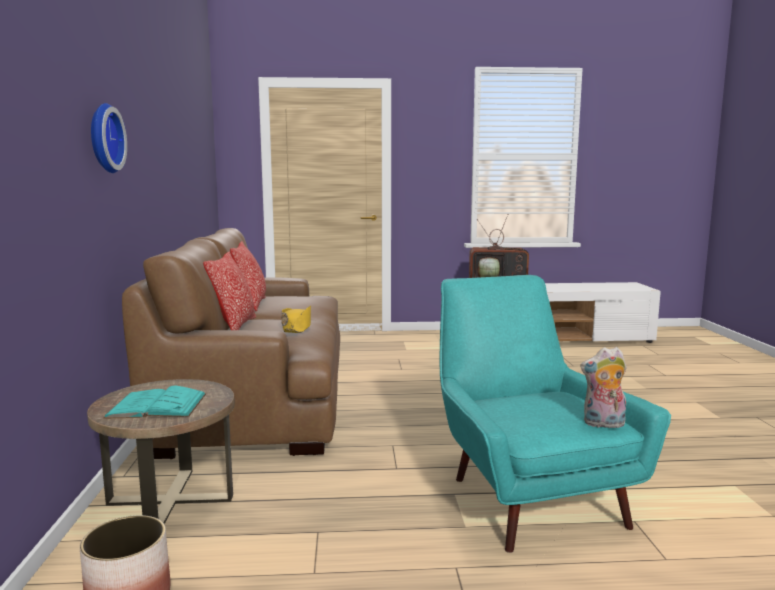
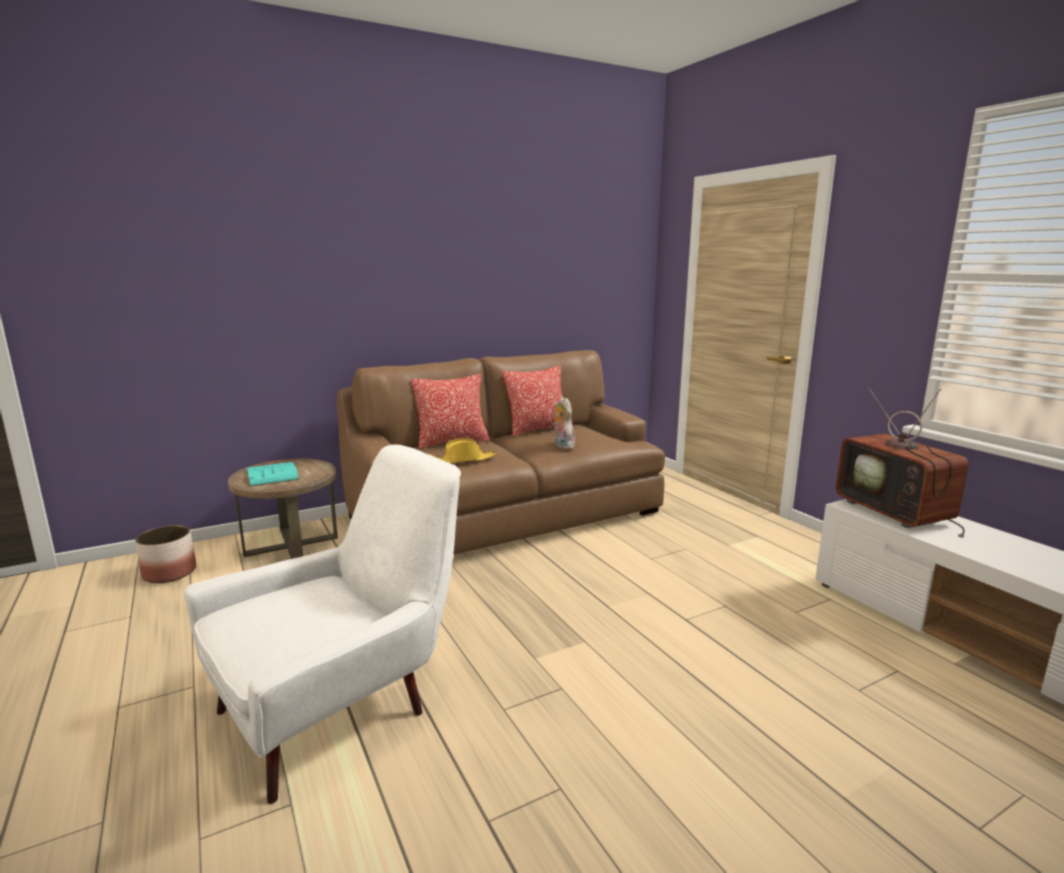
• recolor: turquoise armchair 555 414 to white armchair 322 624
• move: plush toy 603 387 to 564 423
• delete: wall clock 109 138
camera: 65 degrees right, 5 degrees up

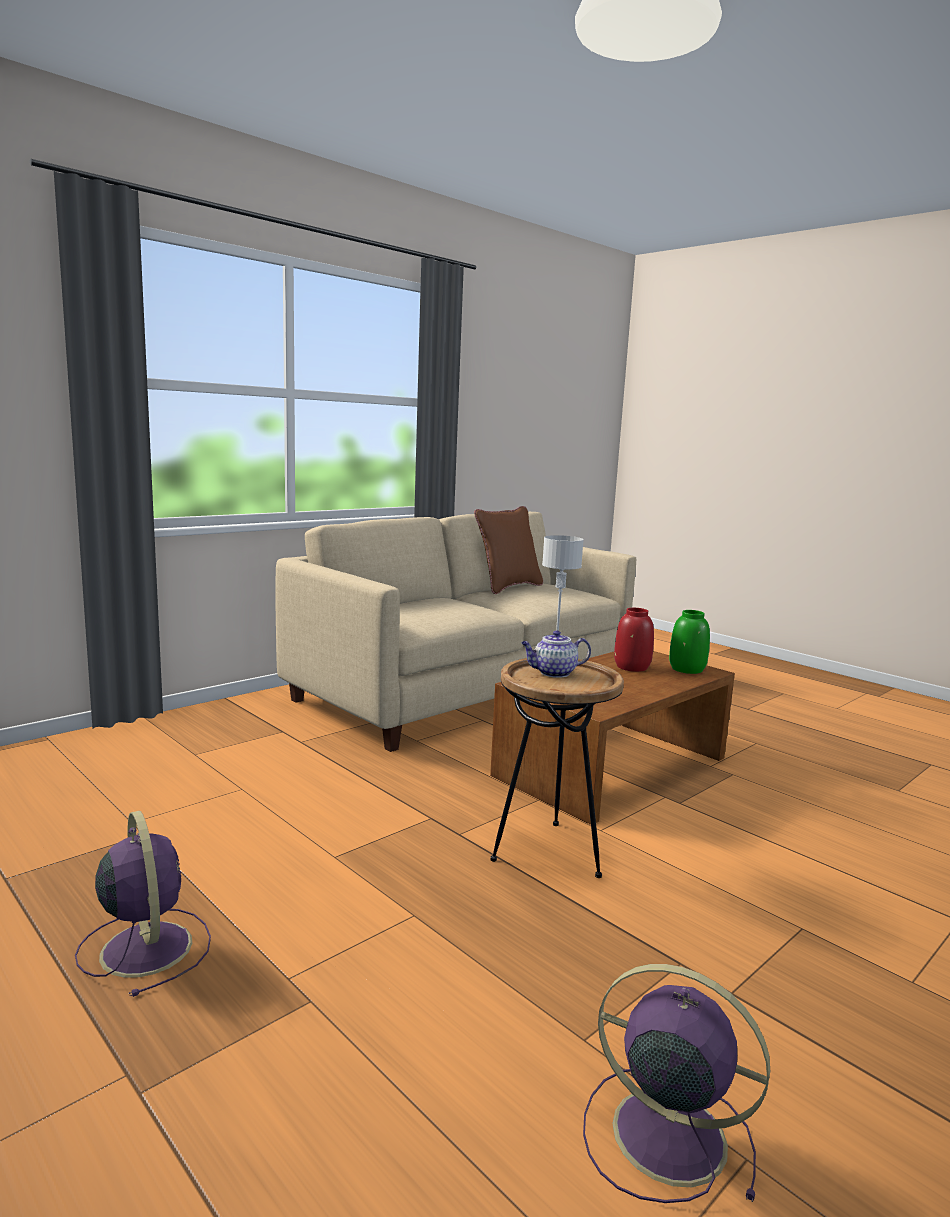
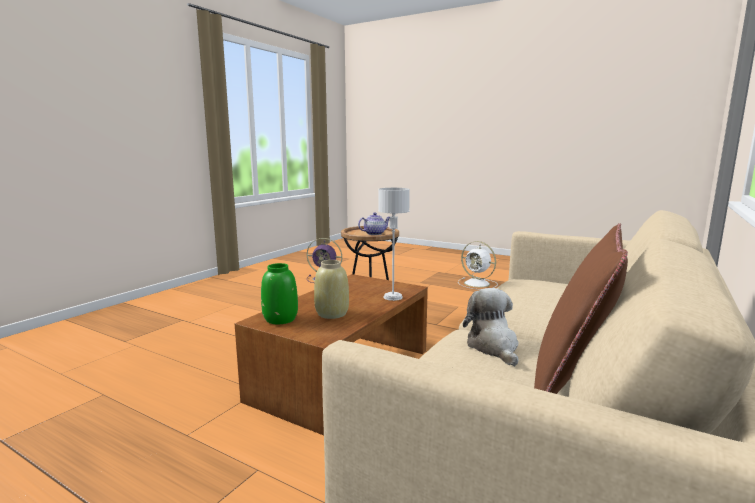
• recolor: red vase 634 640 to beige vase 331 289
• recolor: purple fan 143 904 to white fan 478 265
• insert: plush toy 491 327
camera: 165 degrees right, 0 degrees up

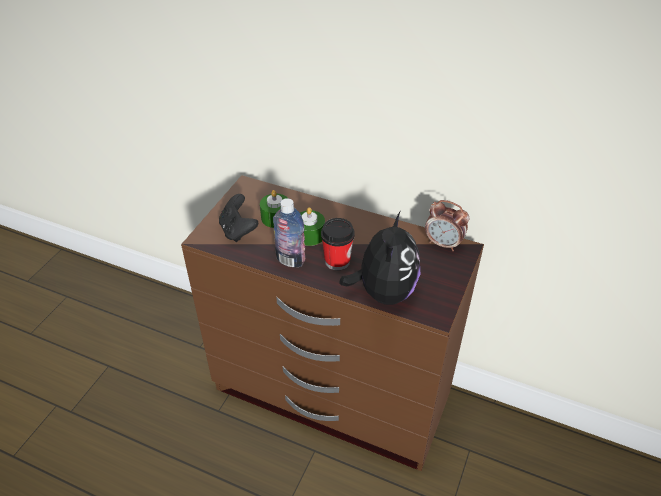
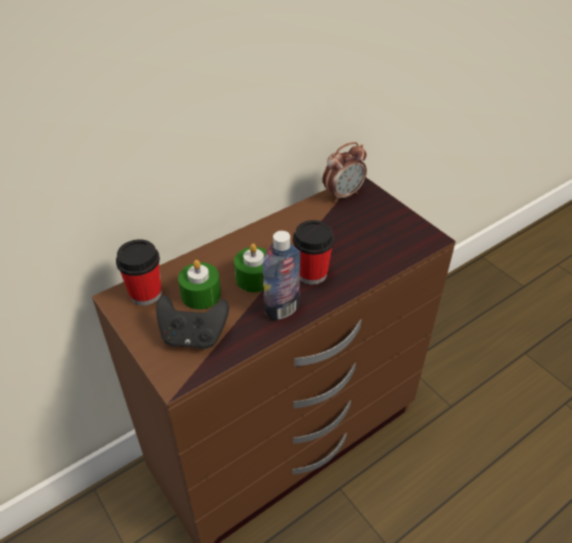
• insert: cup 139 273
• delete: plush toy 379 258
camera: 60 degrees left, 0 degrees up

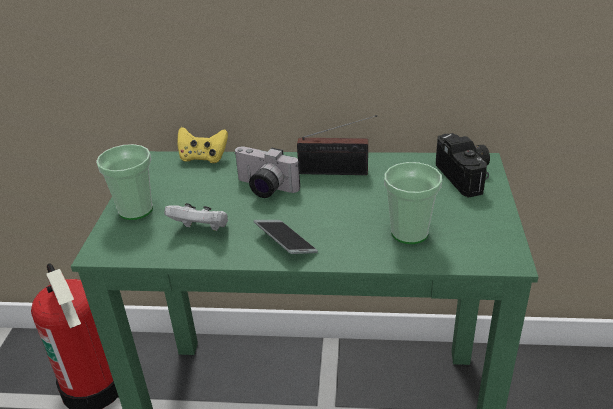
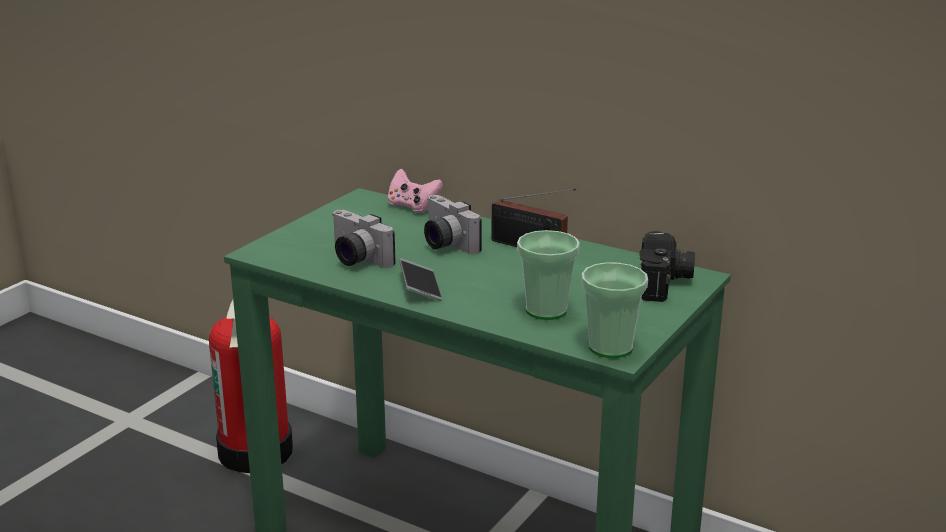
• replace: white game controller 196 217 to photo camera 364 239
• recolor: yellow game controller 203 145 to pink game controller 415 191
• move: cup 124 182 to 615 310
camera: 25 degrees right, 10 degrees down

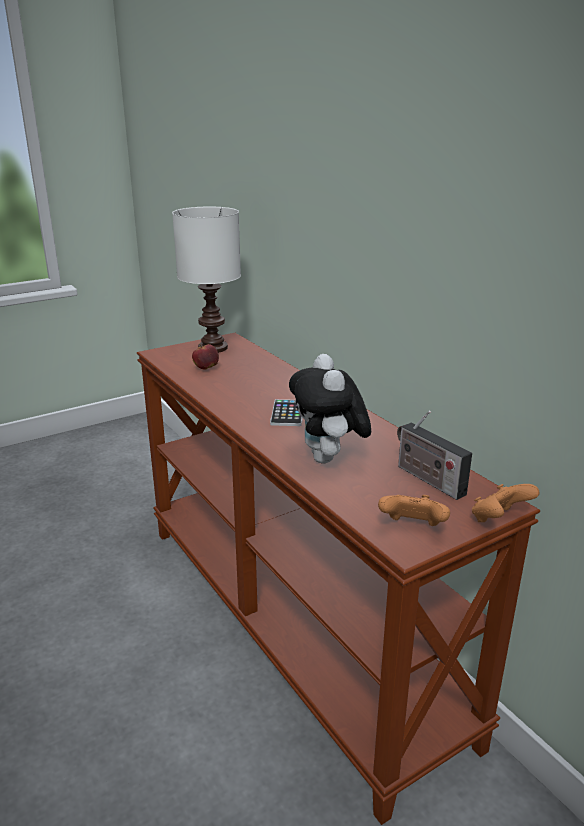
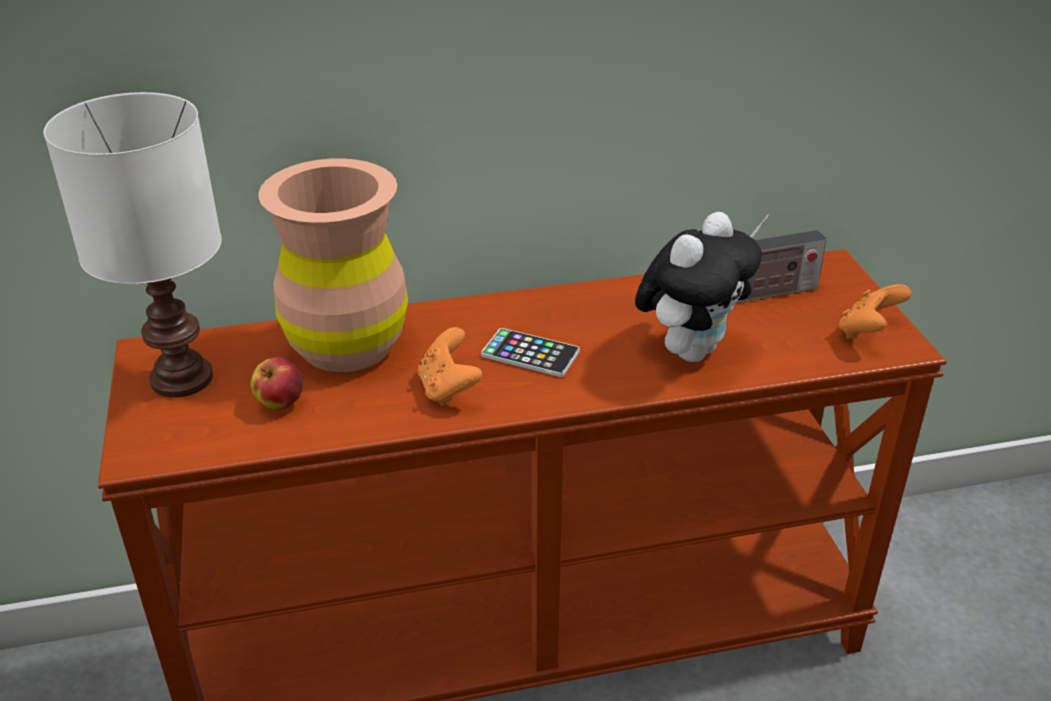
• insert: brown vase 333 265
• move: orange game controller 506 503 to 450 366
• rotate: plush toy 330 408 = 698 287 60 degrees counterclockwise
camera: 70 degrees left, 10 degrees up

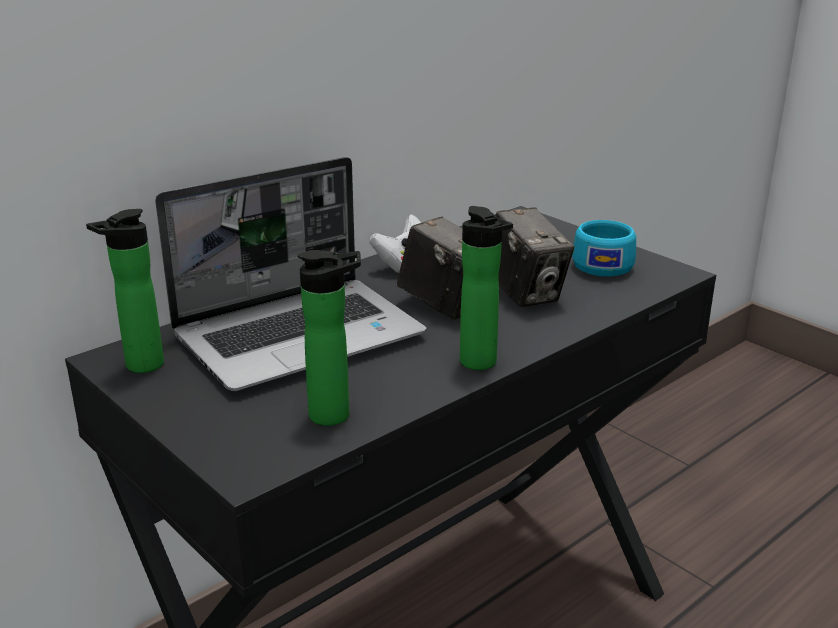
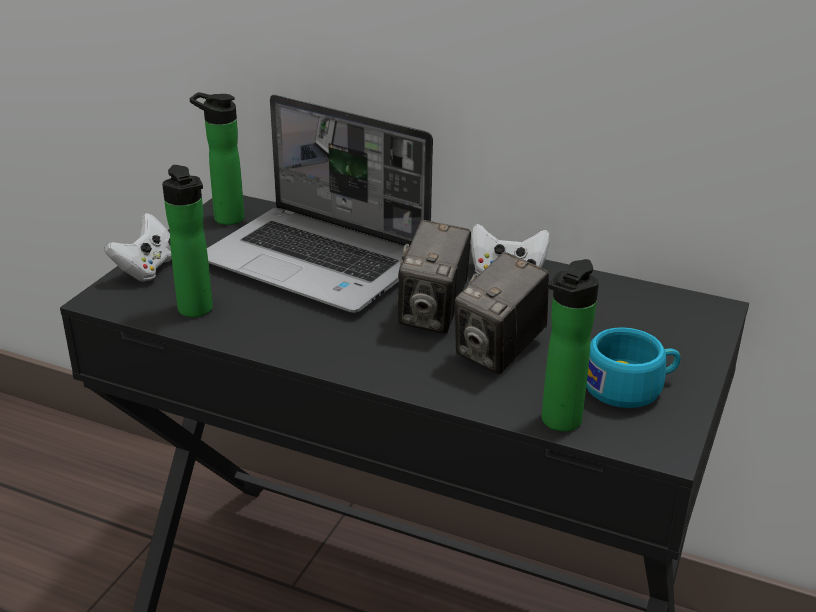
• insert: white game controller 138 247
• move: bottle 486 288 to 570 345
camera: 65 degrees right, 5 degrees up

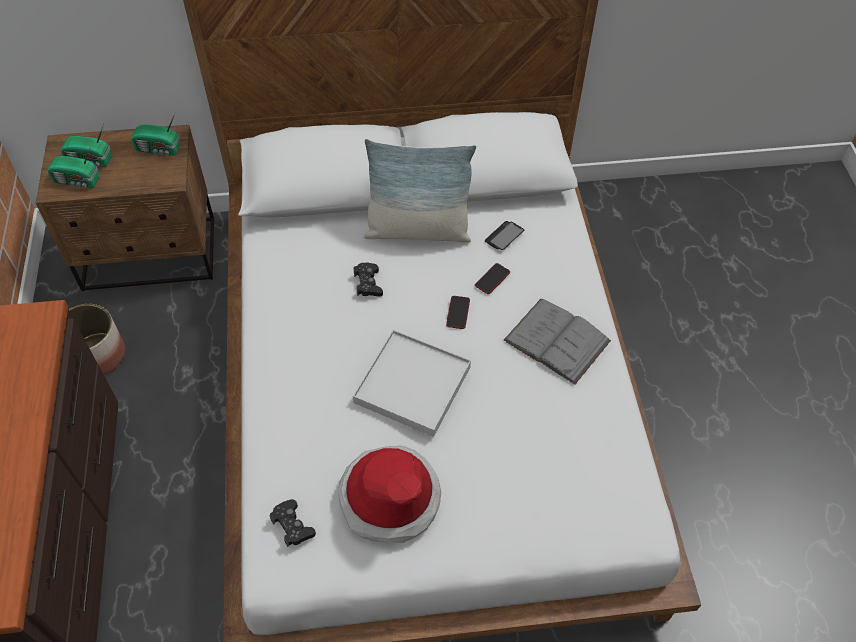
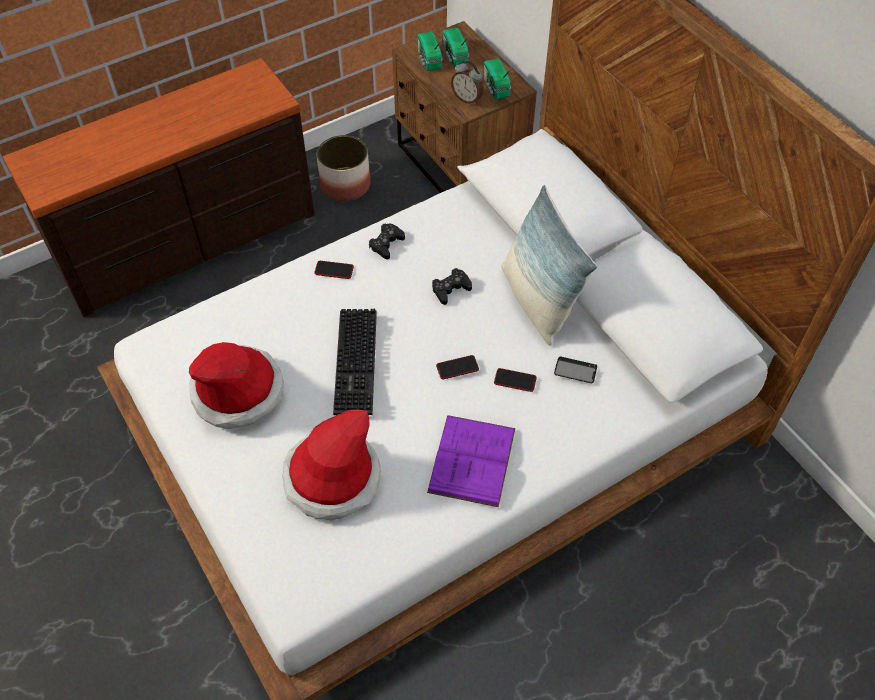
• insert: hat 332 464
• insert: phone 334 270
• replace: white tray 412 383 to keyboard 355 362
• move: black game controller 293 523 to 387 241
• recolor: grey book 557 342 to purple book 471 461
• insert: alarm clock 467 82
camera: 65 degrees right, 0 degrees up

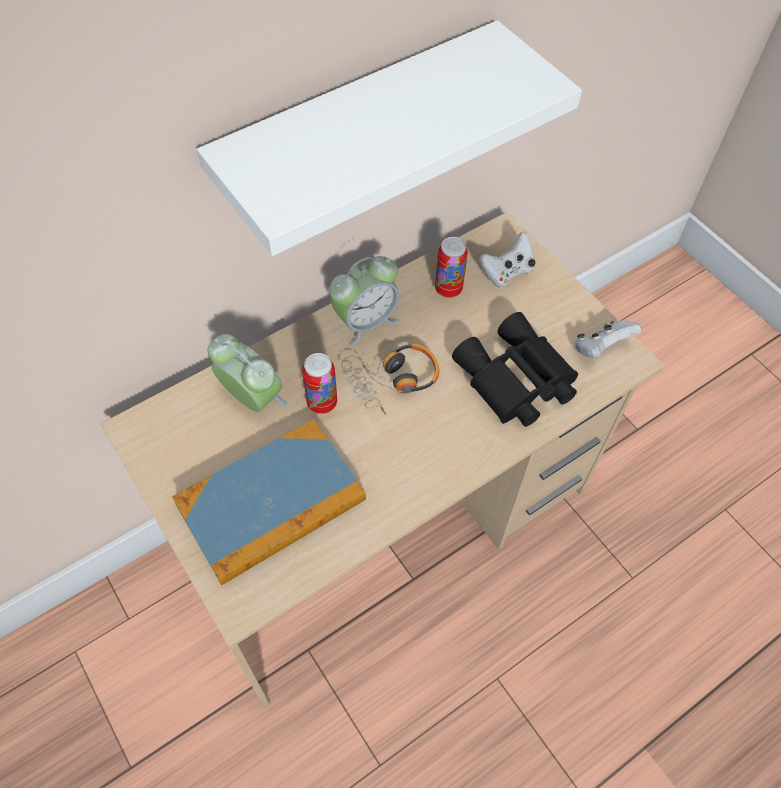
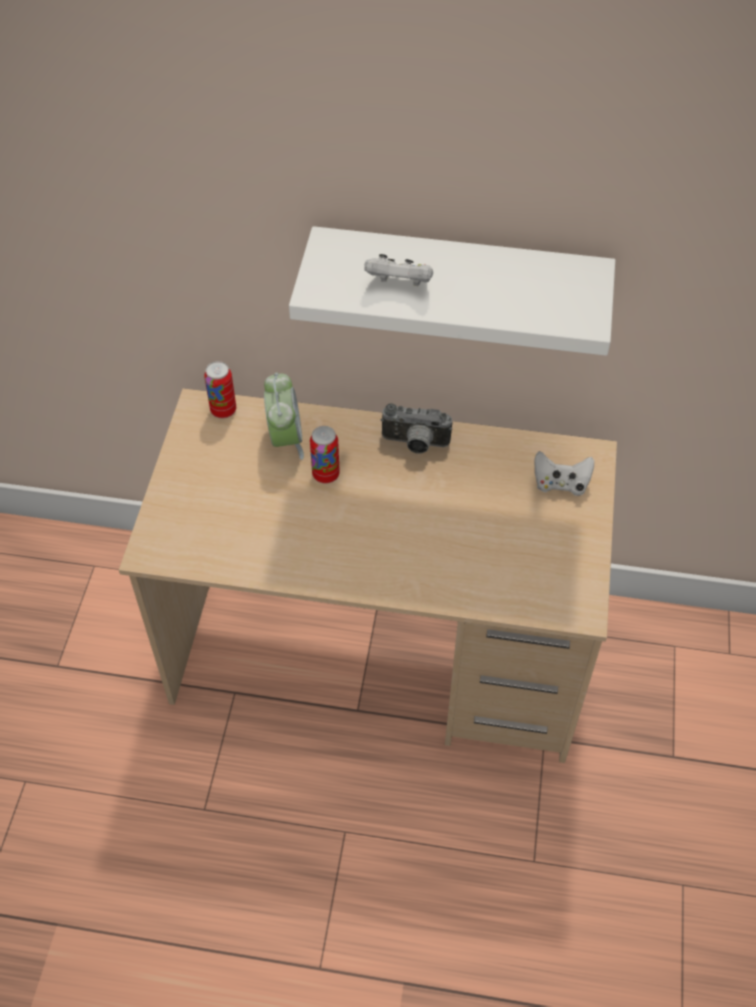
• move: can 451 267 to 220 389
• move: white game controller 608 339 to 398 270
• replace: alarm clock 364 301 to photo camera 416 428
• delete: book 269 502
• delete: headphones 390 379
• delete: black binoculars 515 369
camera: 45 degrees right, 5 degrees down

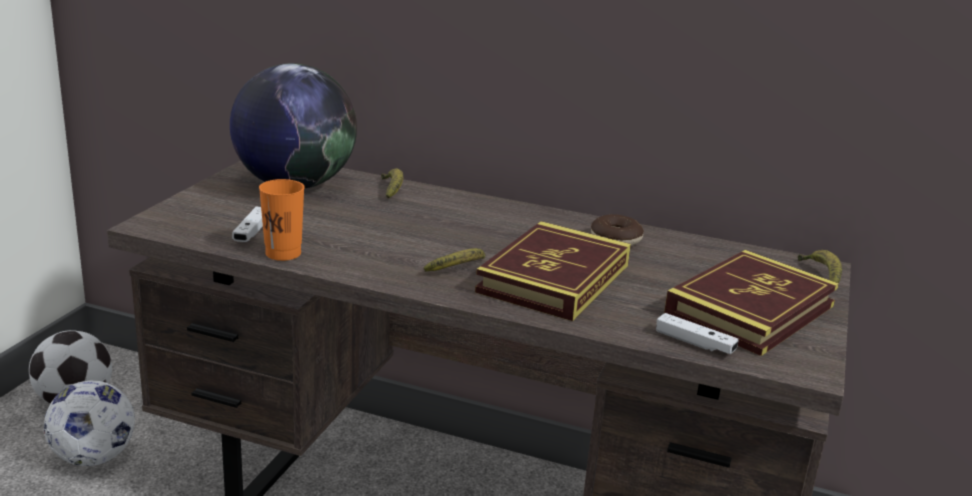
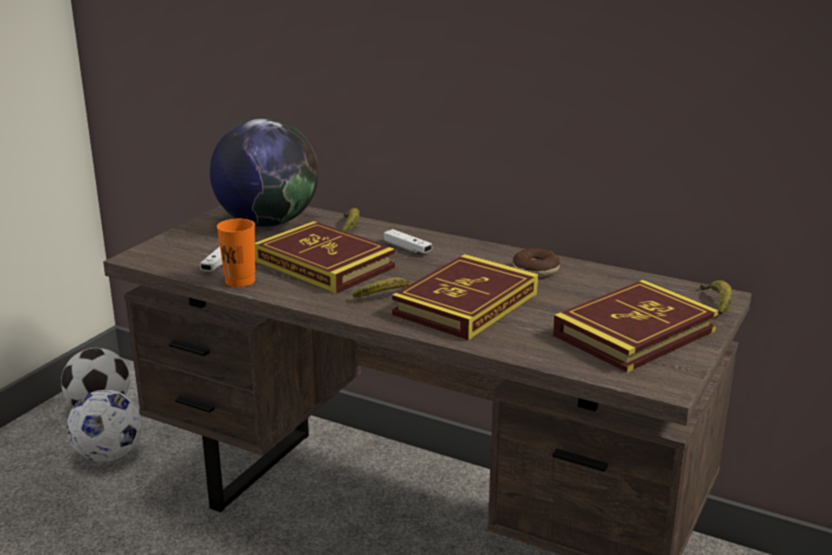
• insert: book 325 257
• move: white game controller 697 333 to 408 241
camera: 10 degrees right, 0 degrees up

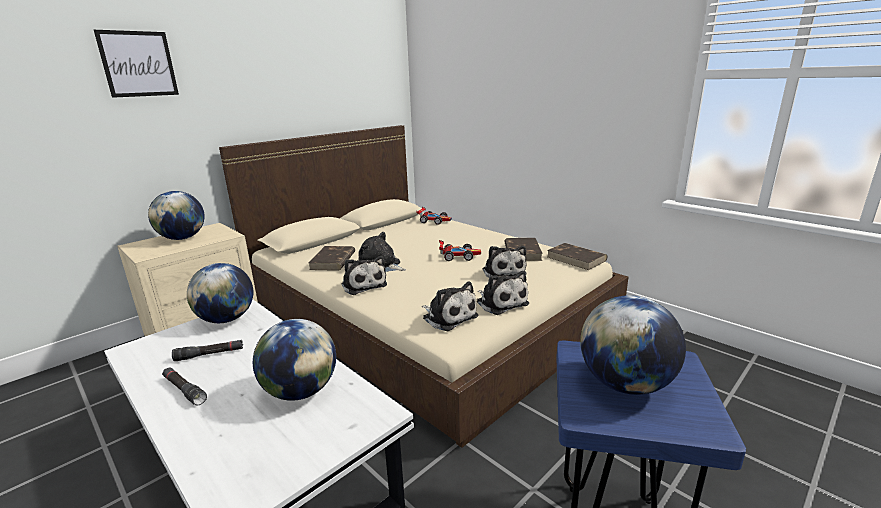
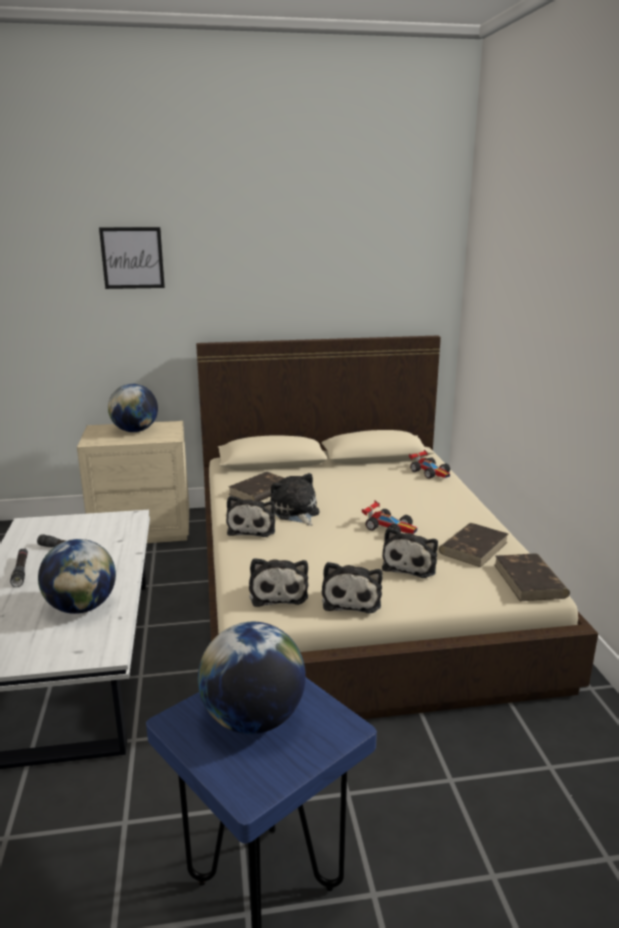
• delete: globe 220 293
camera: 35 degrees right, 0 degrees up

